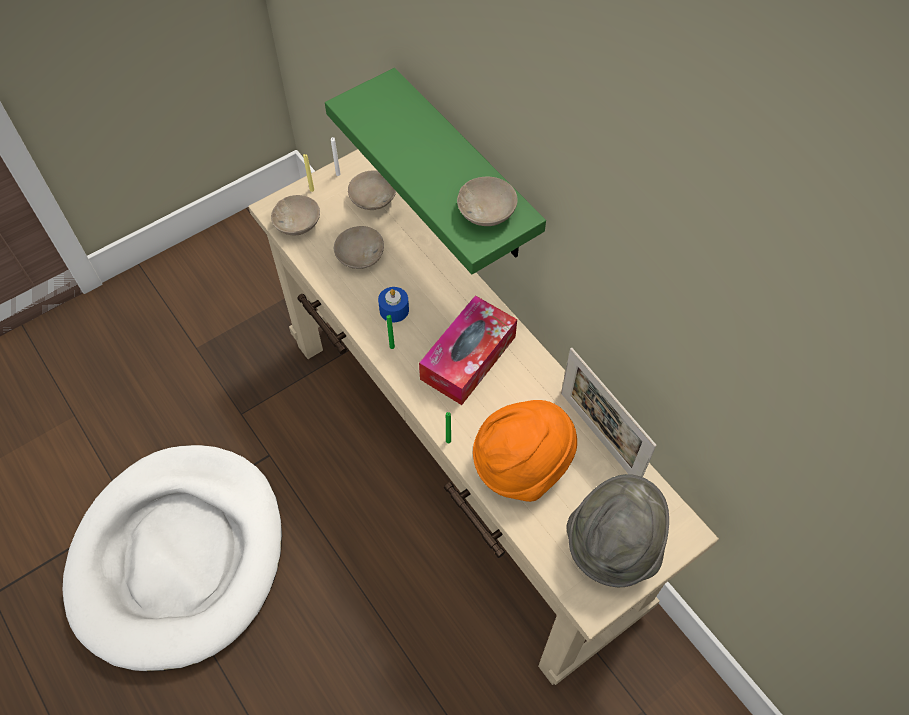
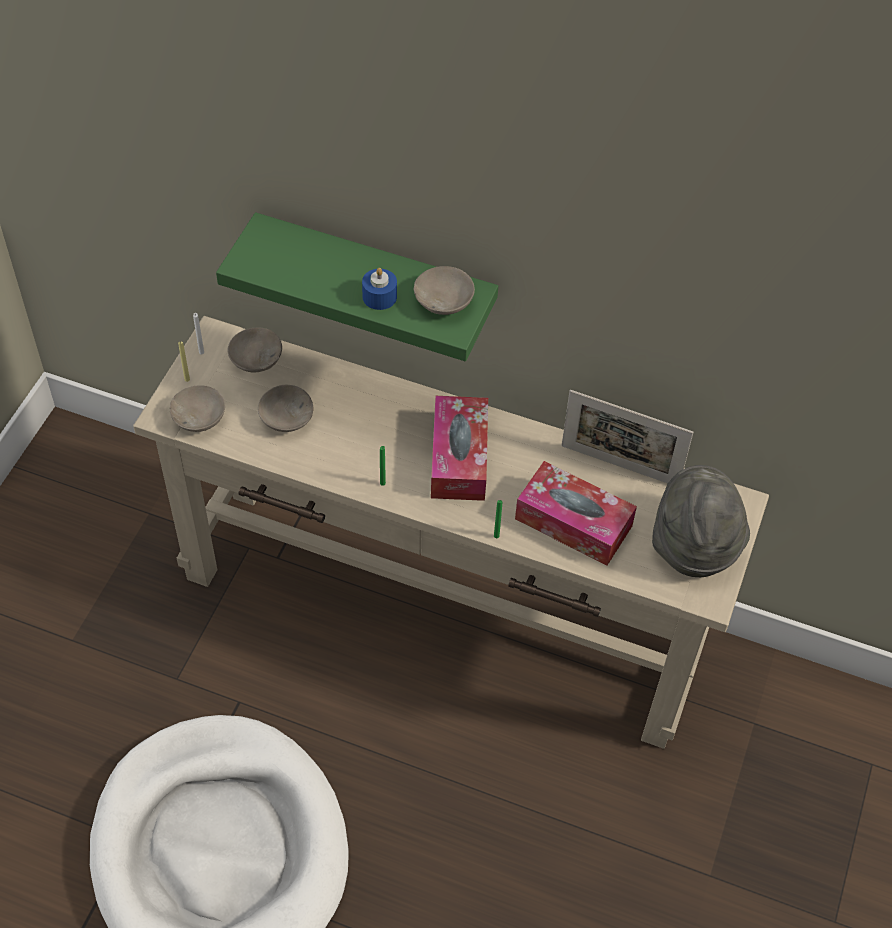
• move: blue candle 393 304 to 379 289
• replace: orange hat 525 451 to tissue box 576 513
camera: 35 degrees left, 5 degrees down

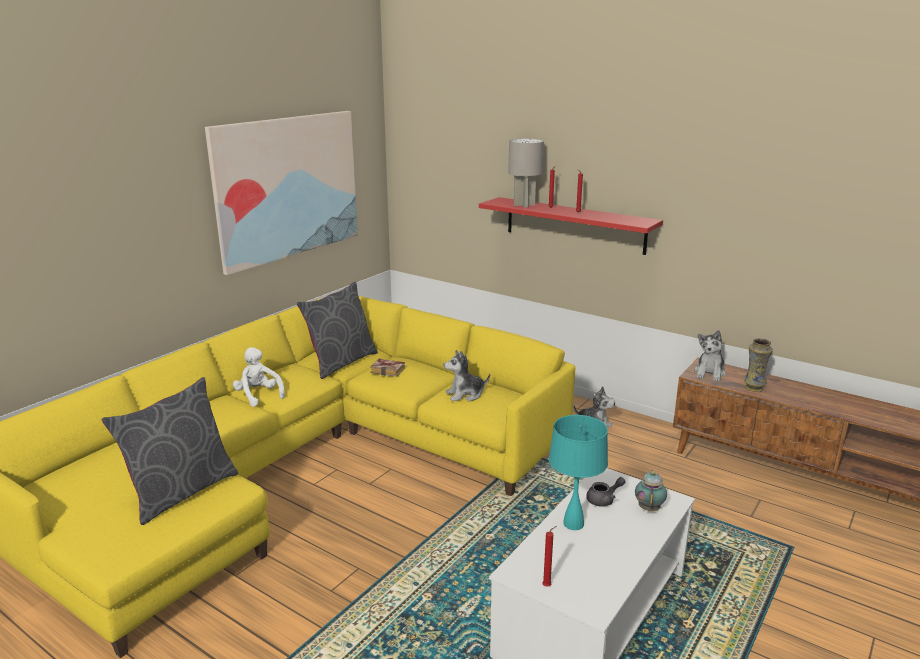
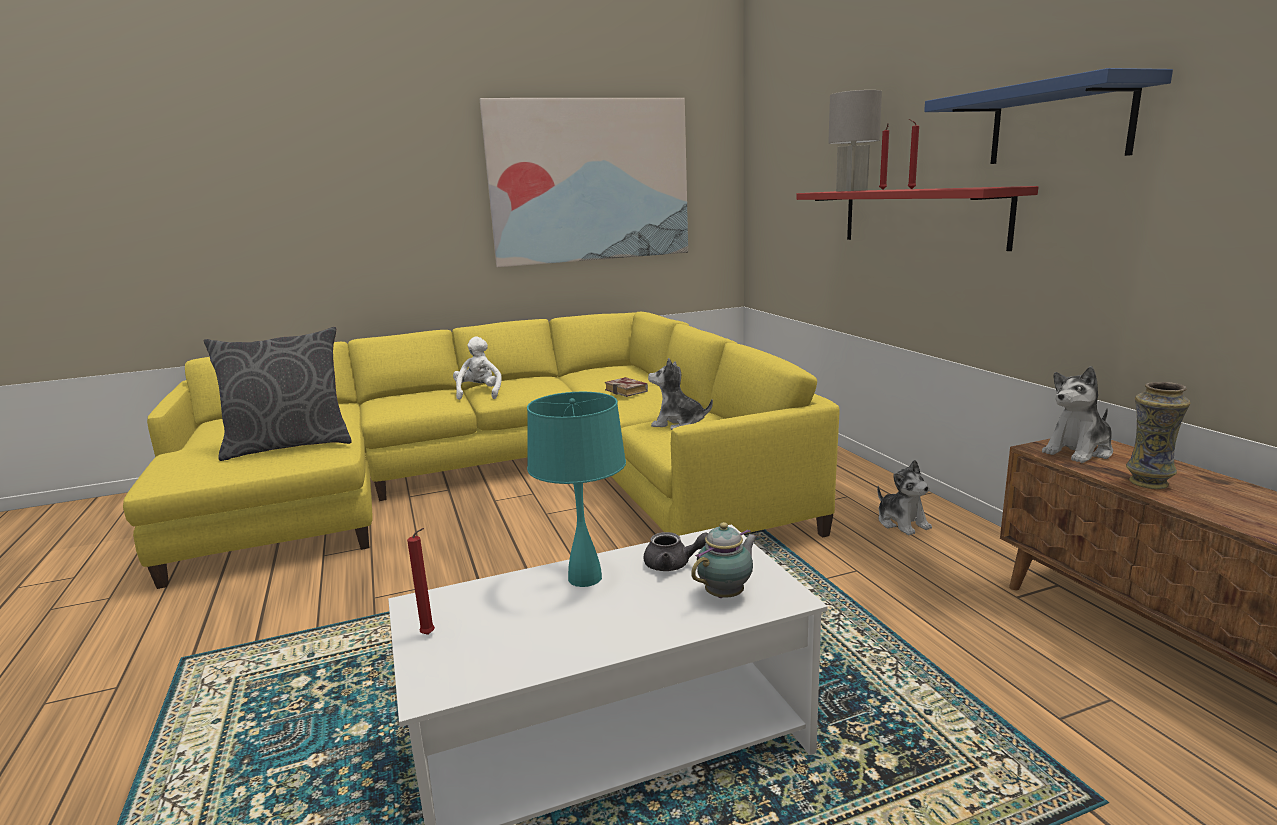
• insert: blue shelf 1048 116
• delete: grey pillow 337 330
camera: 35 degrees right, 5 degrees down

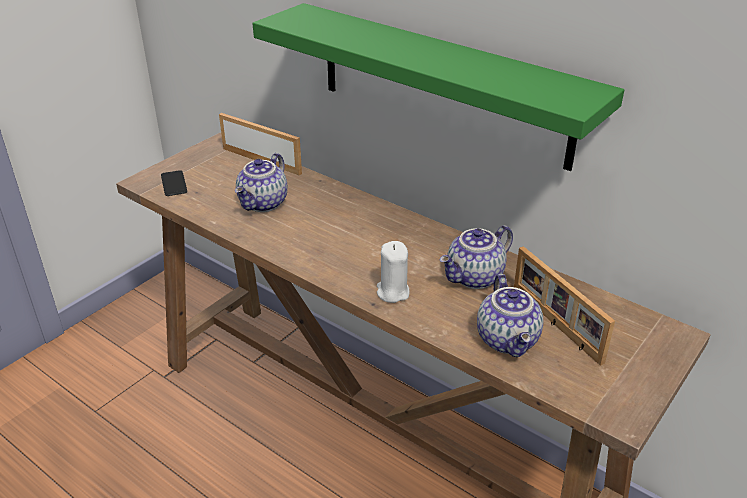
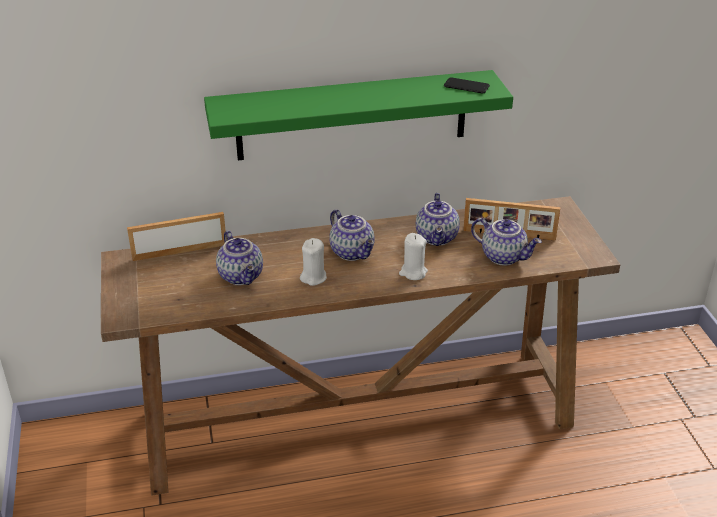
• insert: white candle 313 262
• insert: teapot 352 235
• move: phone 174 183 to 467 85
camera: 50 degrees left, 0 degrees up

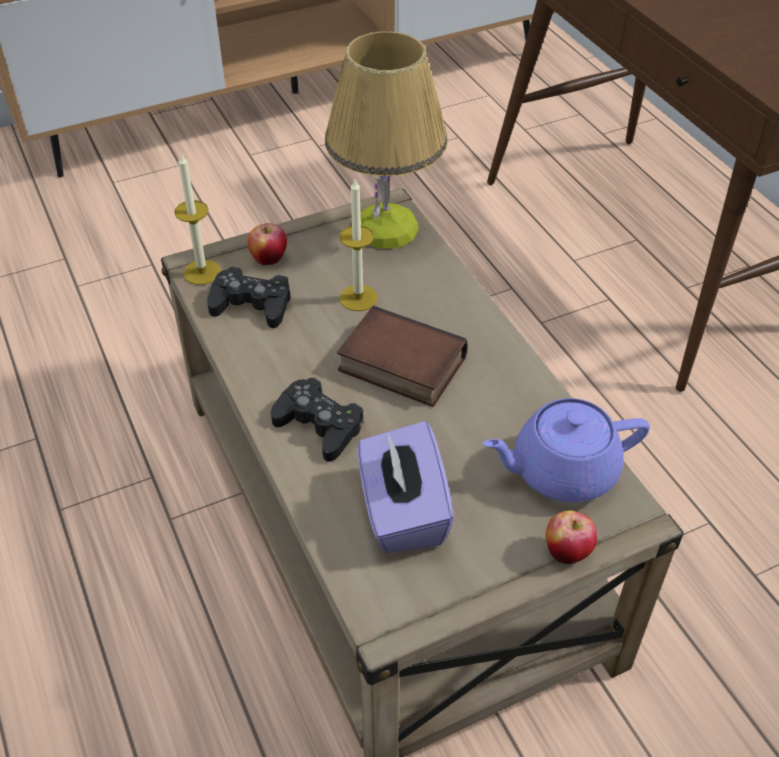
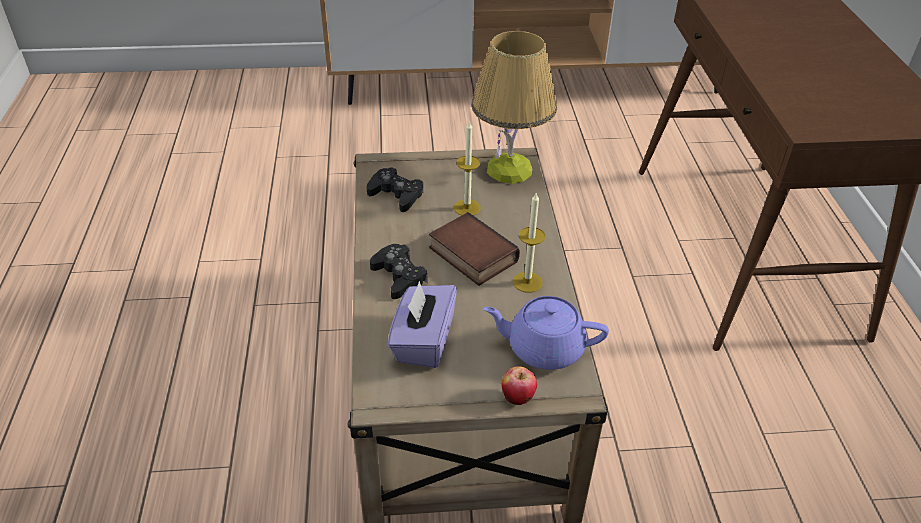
• move: candle 197 219 to 529 243
• delete: apple 267 244
camera: 20 degrees right, 5 degrees down

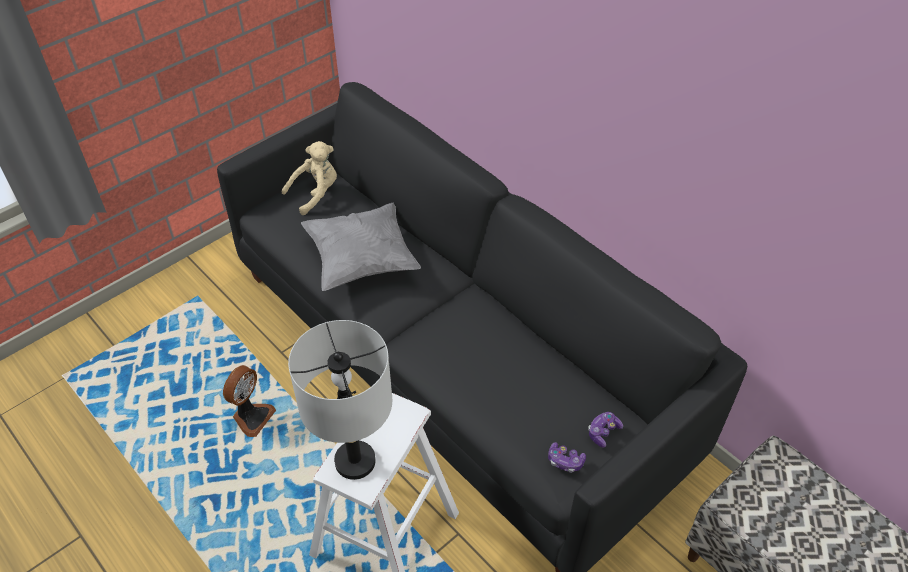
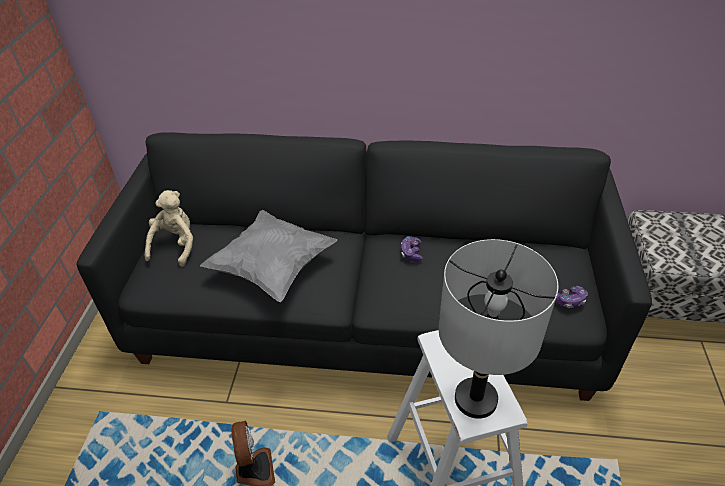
• move: game controller 605 429 to 412 249
camera: 40 degrees left, 5 degrees down

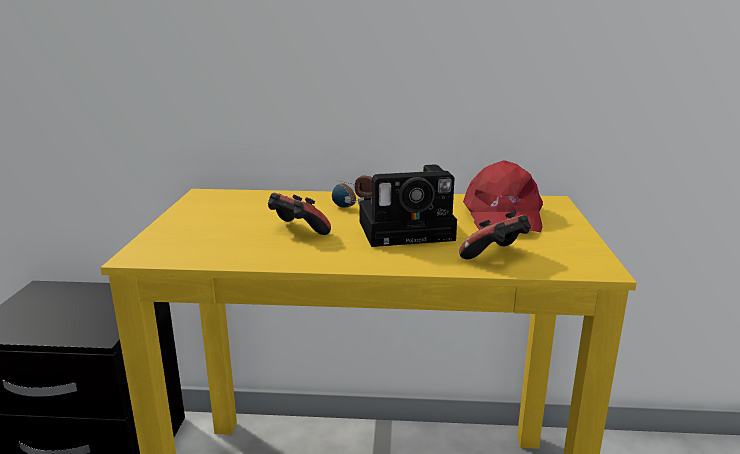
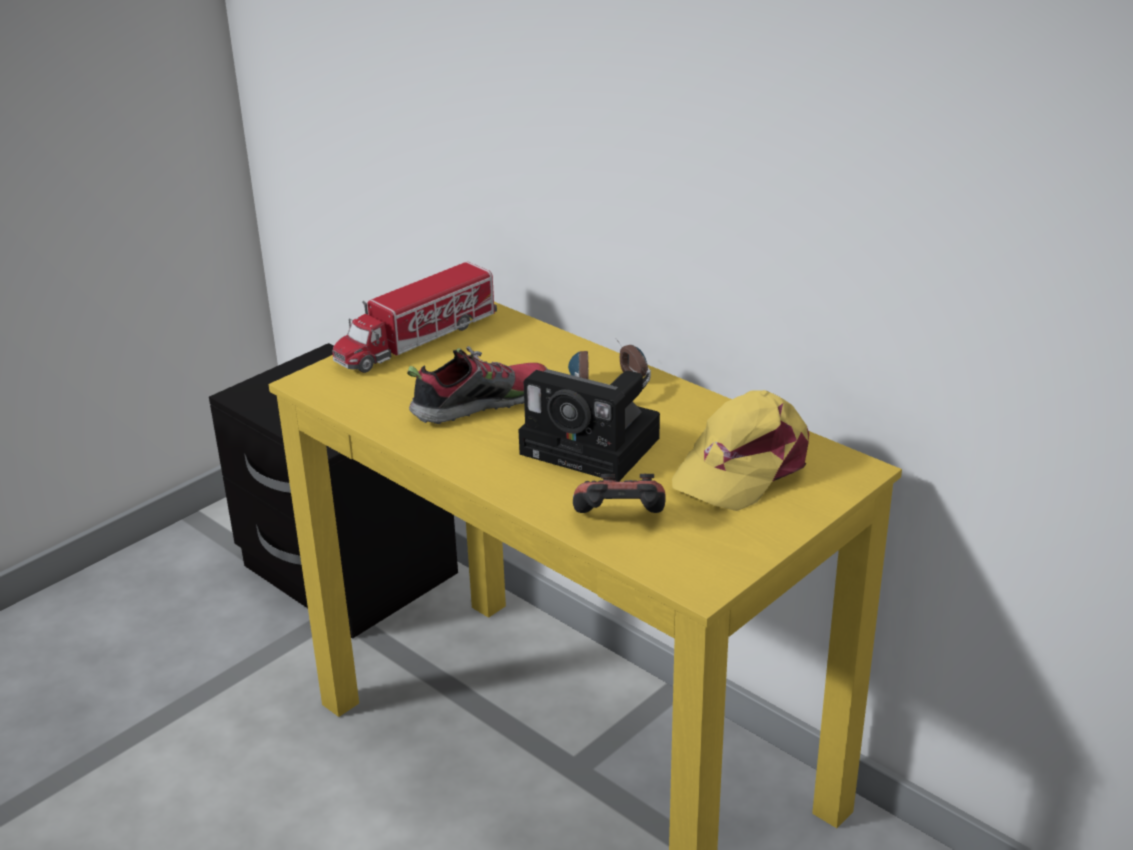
• insert: toy truck 414 317
• replace: game controller 299 214 to shoe 477 385
• recolor: red cap 503 196 to yellow cap 740 450
camera: 40 degrees right, 10 degrees up

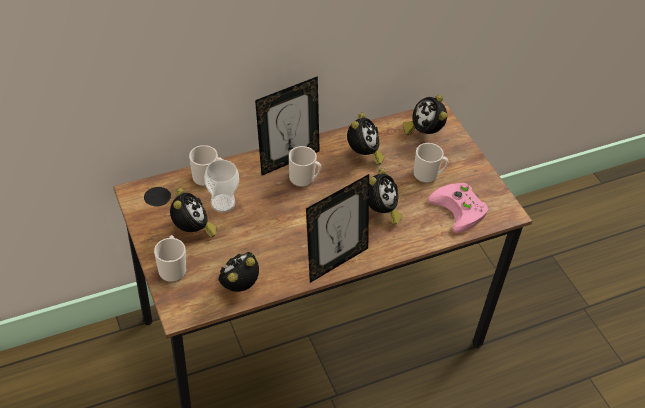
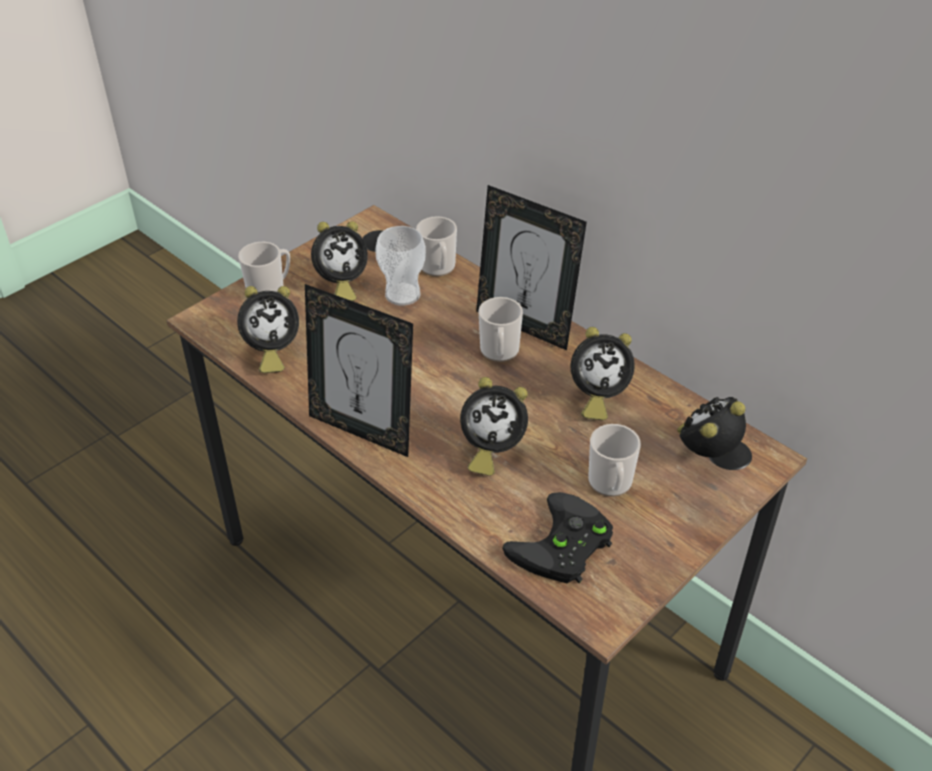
• rotate: alarm clock 238 272 = 268 329 135 degrees clockwise
• recolor: pink game controller 458 208 to black game controller 557 537
camera: 70 degrees right, 5 degrees down

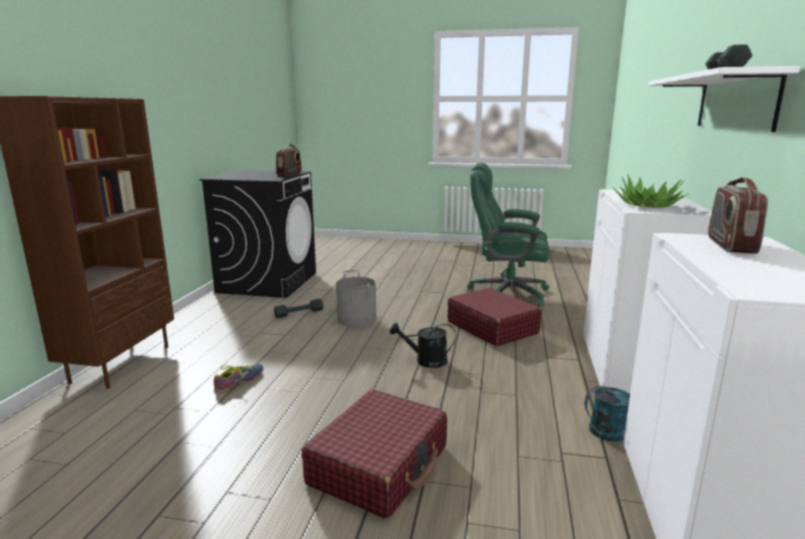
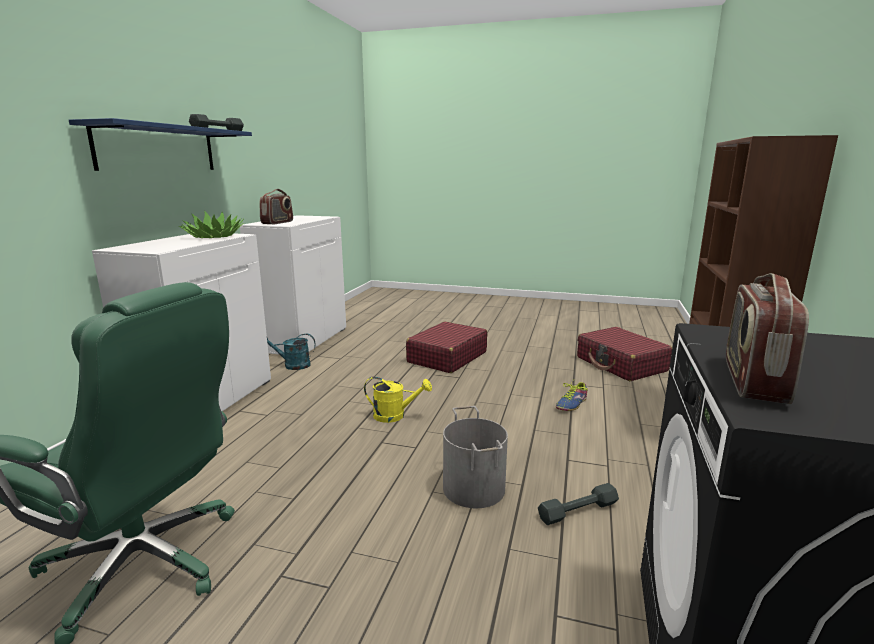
• recolor: white shelf 724 99 to blue shelf 160 144
• recolor: black watering can 423 345 to yellow watering can 398 400
• move: red suitcase 495 317 to 624 354
camera: 175 degrees left, 0 degrees up

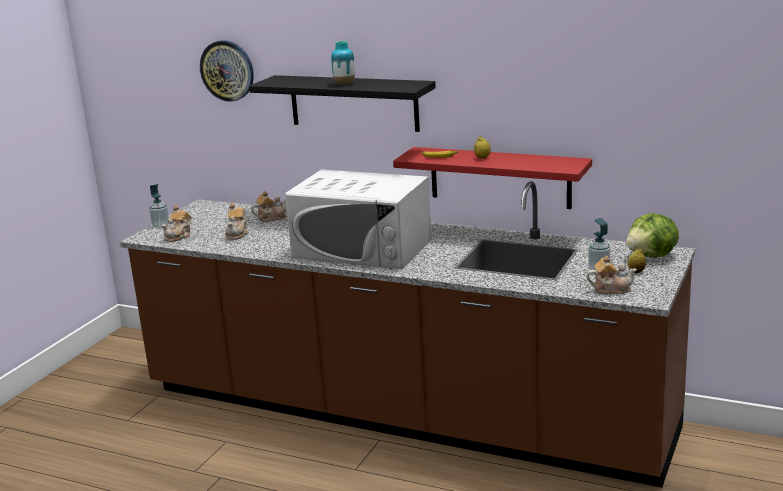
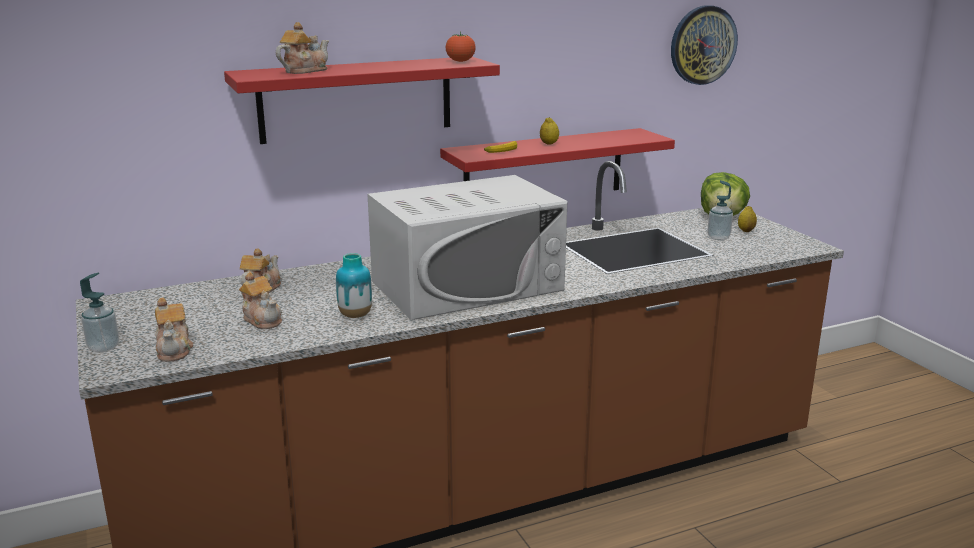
• recolor: black shelf 342 103 to red shelf 362 100
• move: teapot 611 275 to 302 48
• move: vase 343 62 to 354 285
• insert: tomato 461 47
• move: wall clock 227 71 to 704 45
camera: 50 degrees left, 0 degrees up

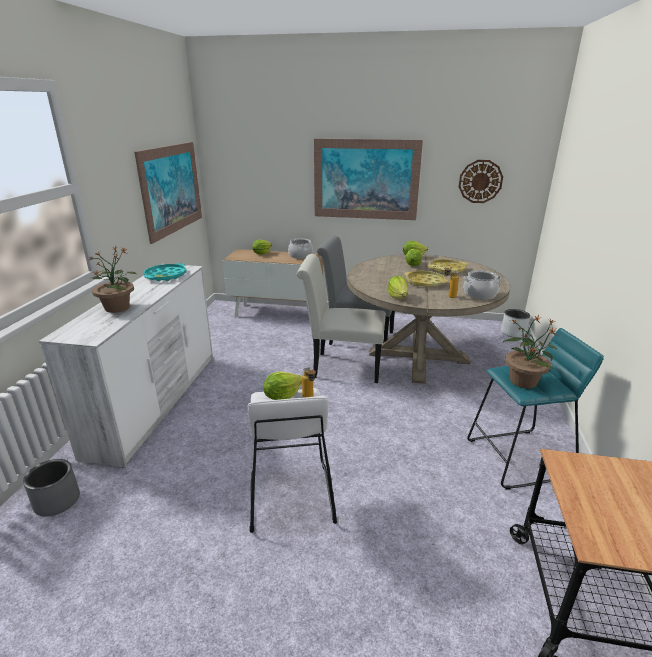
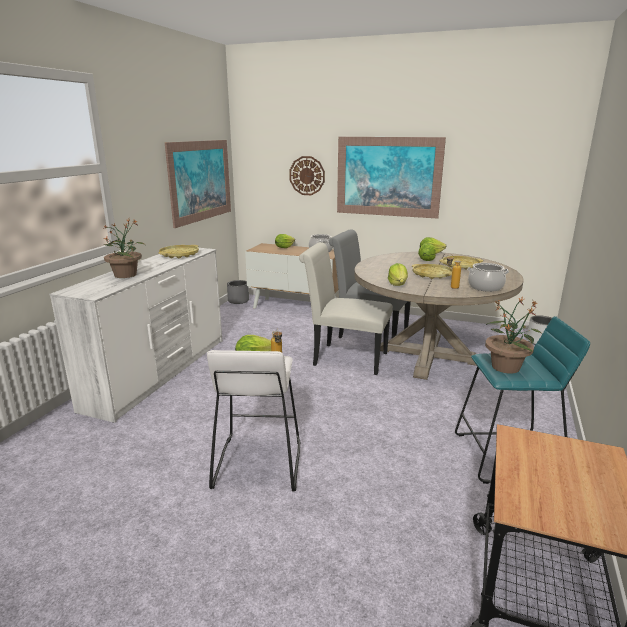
• recolor: turquoise tray 165 272 to yellow tray 179 251
• move: grey planter 51 488 to 238 292
• move: wall clock 481 181 to 307 175
camera: 10 degrees right, 5 degrees down

